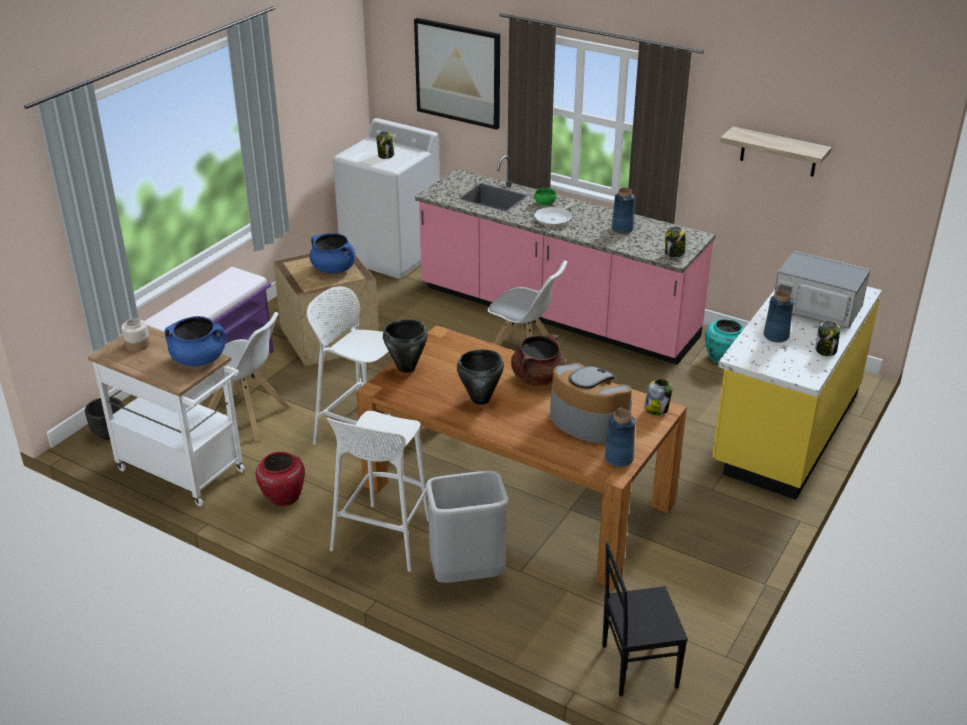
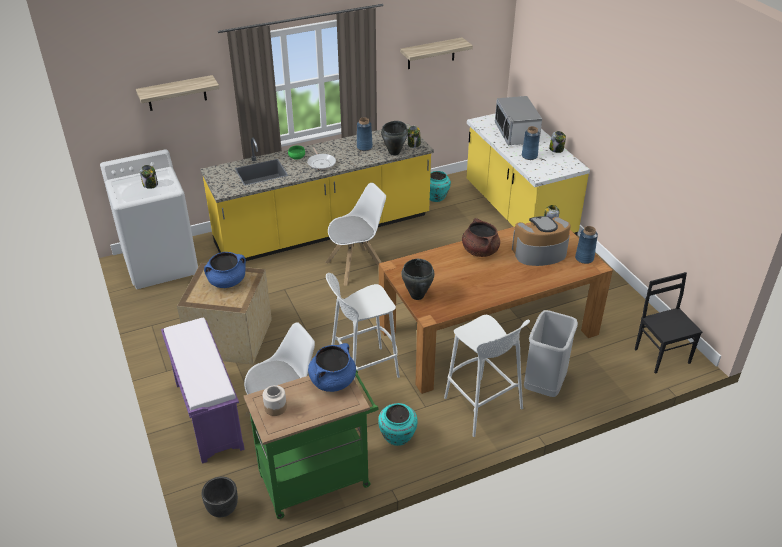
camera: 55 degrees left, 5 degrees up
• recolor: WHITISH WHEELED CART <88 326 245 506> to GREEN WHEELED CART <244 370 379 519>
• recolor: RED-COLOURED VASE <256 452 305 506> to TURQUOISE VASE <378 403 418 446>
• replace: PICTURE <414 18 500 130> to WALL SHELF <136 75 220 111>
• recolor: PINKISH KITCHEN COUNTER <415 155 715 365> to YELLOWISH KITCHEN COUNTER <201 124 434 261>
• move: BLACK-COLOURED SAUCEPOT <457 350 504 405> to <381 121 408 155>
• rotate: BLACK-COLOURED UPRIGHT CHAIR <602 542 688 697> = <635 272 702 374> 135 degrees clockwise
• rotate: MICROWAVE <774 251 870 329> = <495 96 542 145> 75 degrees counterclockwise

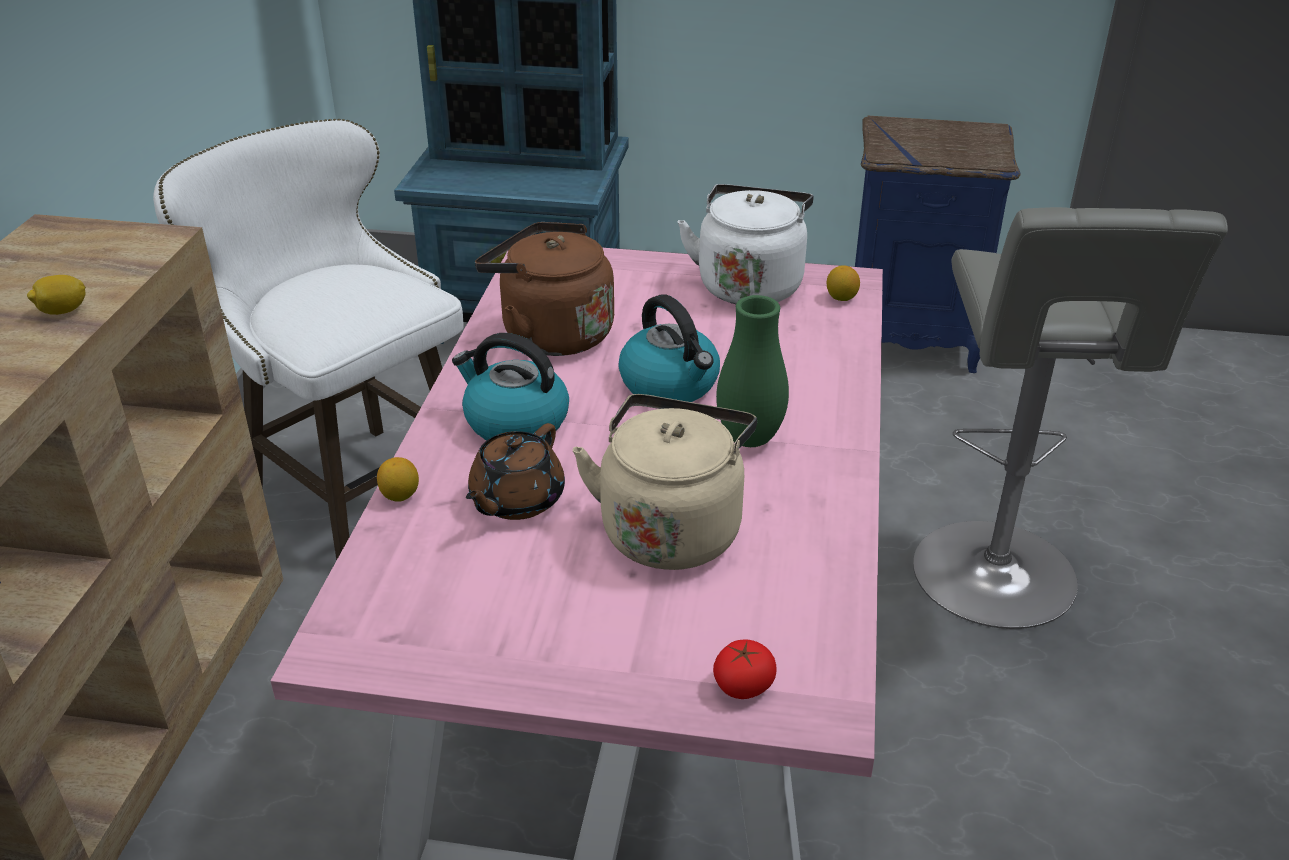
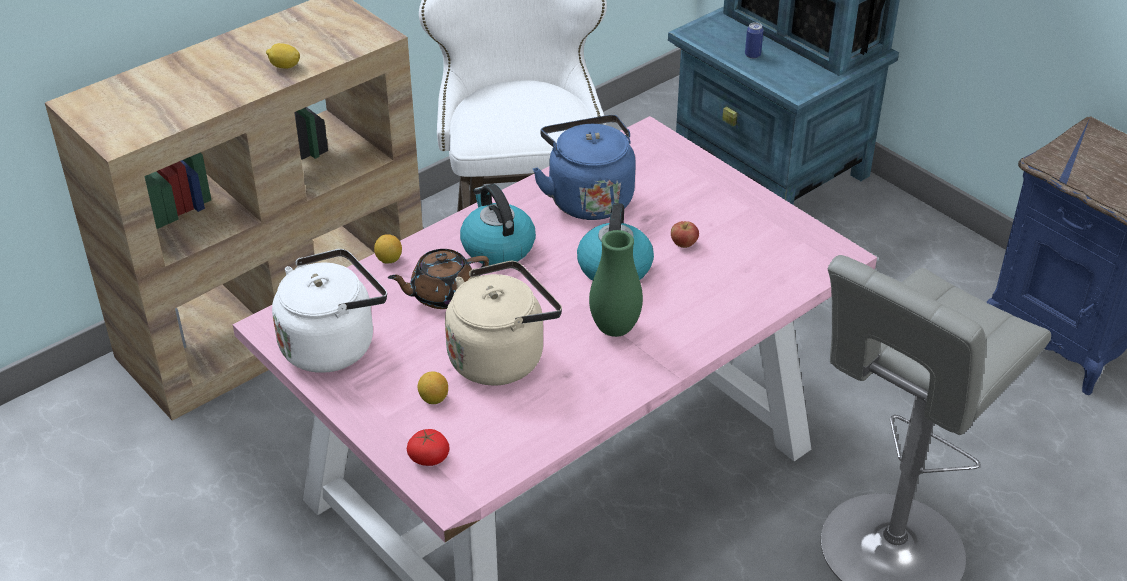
camera: 40 degrees right, 5 degrees up
• recolor: BROWNISH WATER KETTLE <475 222 614 356> to BLUE-COLOURED WATER KETTLE <533 115 636 220>
• move: WHITISH WATER KETTLE <677 184 814 304> to <272 249 387 373>
• move: WHOLE LEMON <827 265 860 301> to <418 372 448 404>
• insert: WHOLE APPLE <671 221 699 248>
• insert: CAN <745 22 763 59>

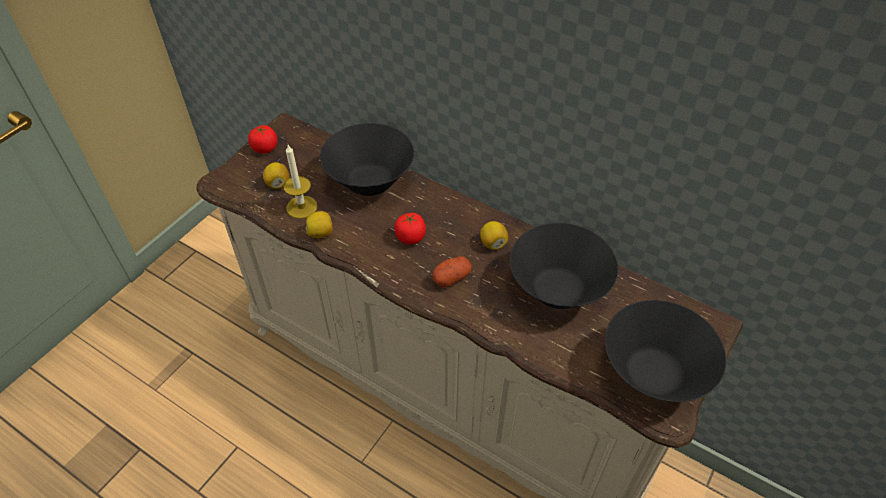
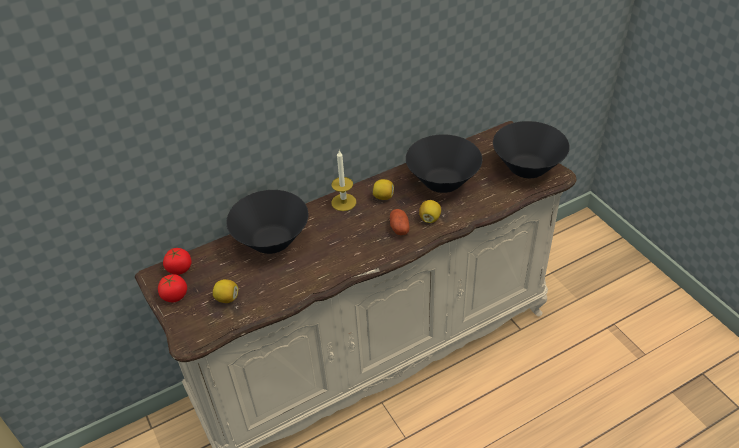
camera: 60 degrees left, 5 degrees down
• move: CANDLE <283 145 317 219> to <331 150 356 211>
• move: WHOLE LEMON <306 211 332 238> to <419 200 441 223>
• move: WHOLE TOMATO <395 213 426 245> to <163 248 192 275>

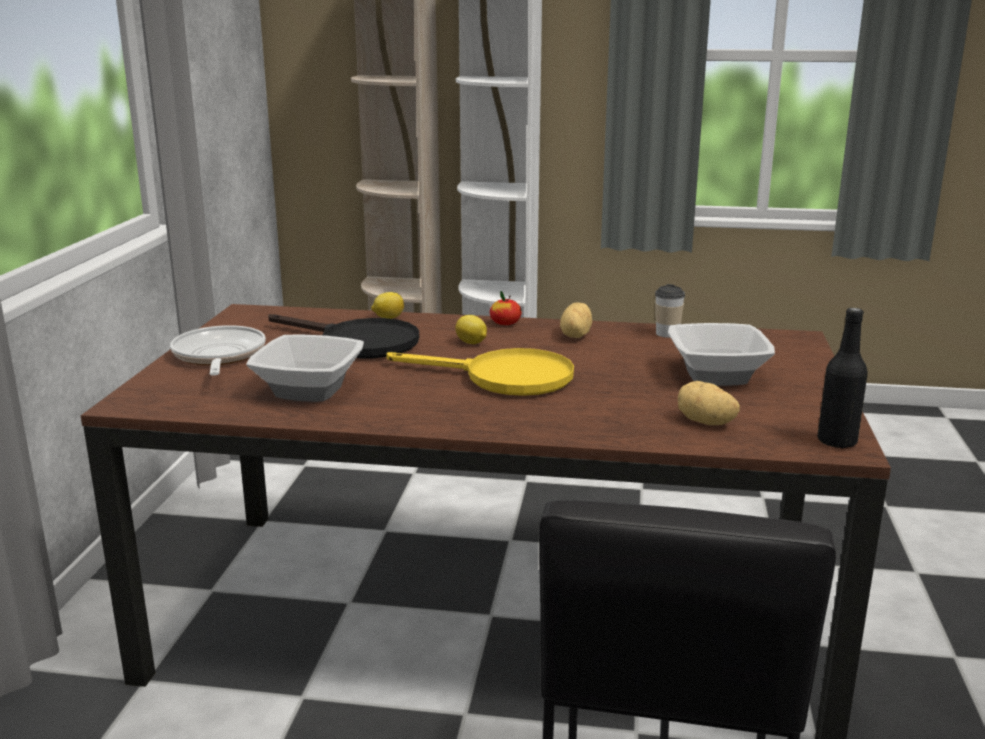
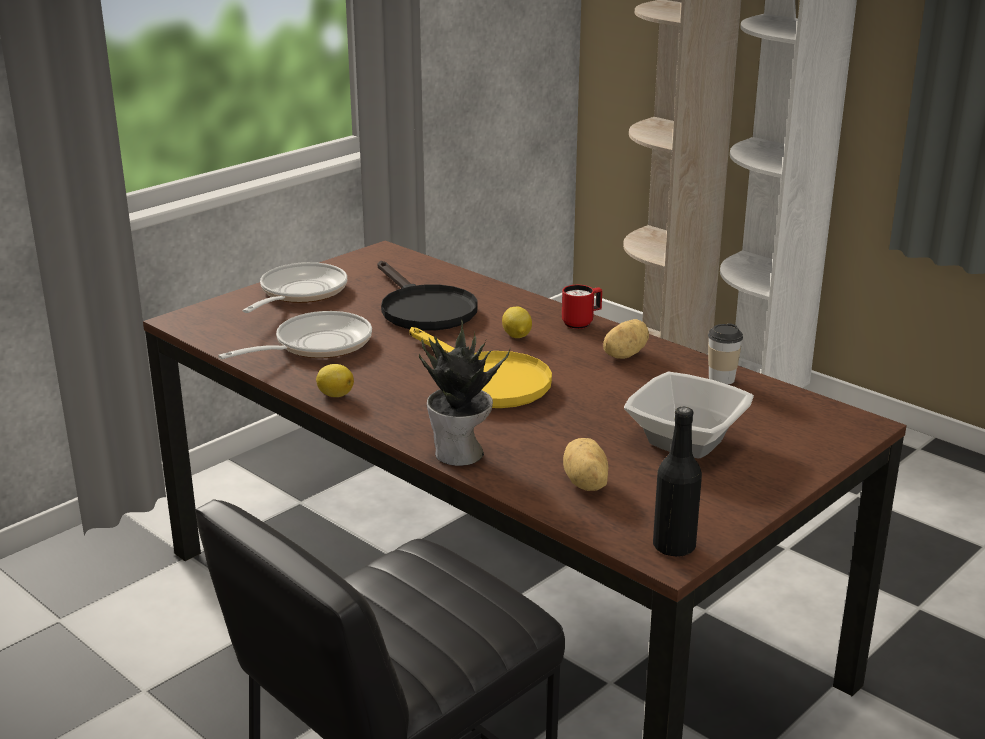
camera: 35 degrees right, 5 degrees up
• replace: SERVING BOWL <246 335 364 402> to FRYING PAN <218 311 372 359>
• move: WHOLE LEMON <371 292 404 319> to <316 364 354 397>
• replace: WHOLE APPLE <490 291 522 325> to RED-COLOURED TEA MUG <562 285 602 329>
• insert: PLANT IN A POT <419 320 510 466>

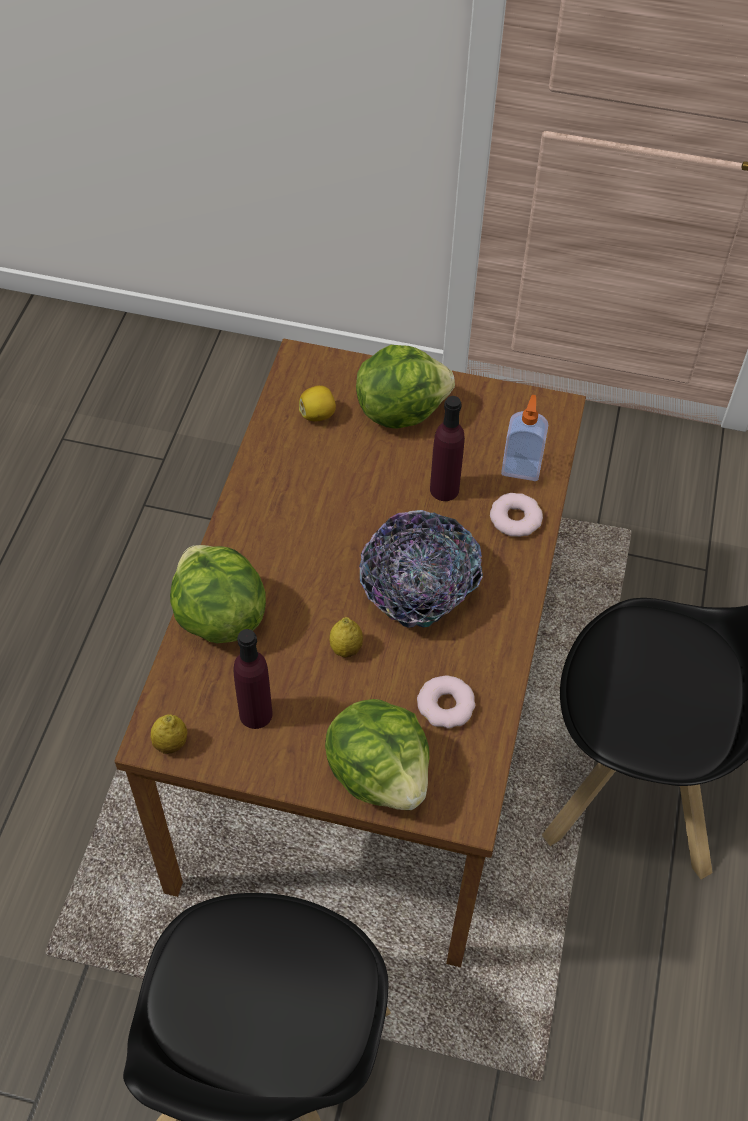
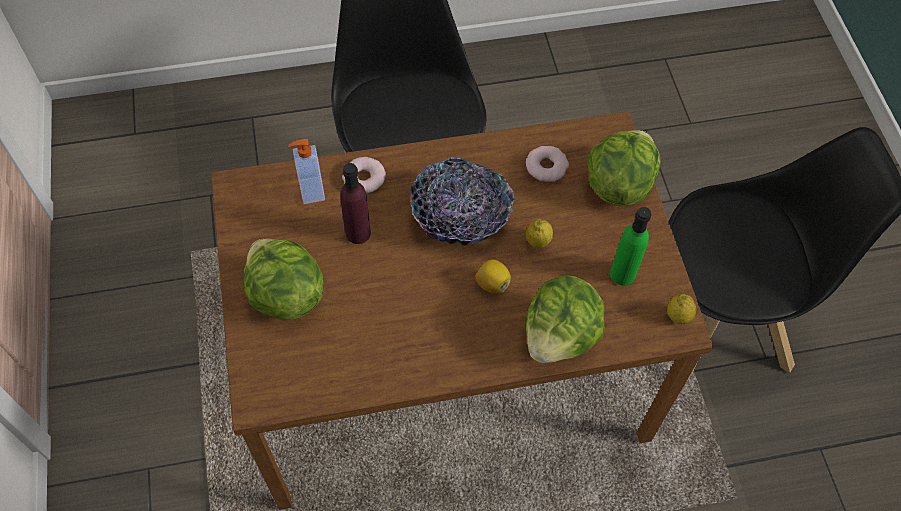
camera: 115 degrees left, 5 degrees up
• recolor: PURPLE BEVERAGE BOTTLE <233 629 273 729> to GREEN BEVERAGE BOTTLE <610 207 651 286>
• move: WHOLE LEMON <299 385 336 421> to <475 259 511 294>

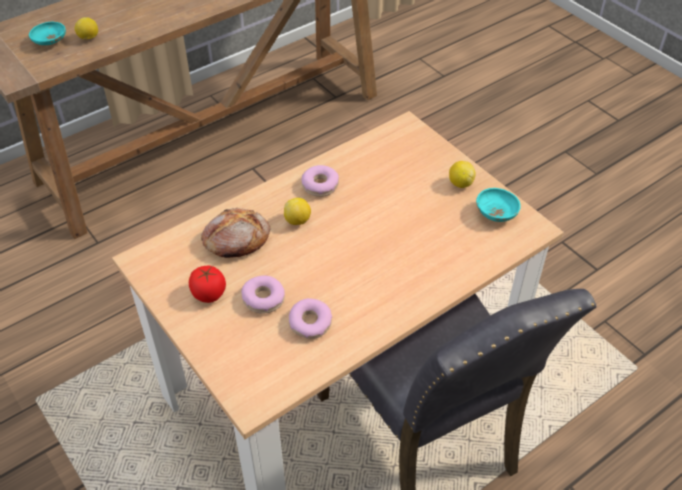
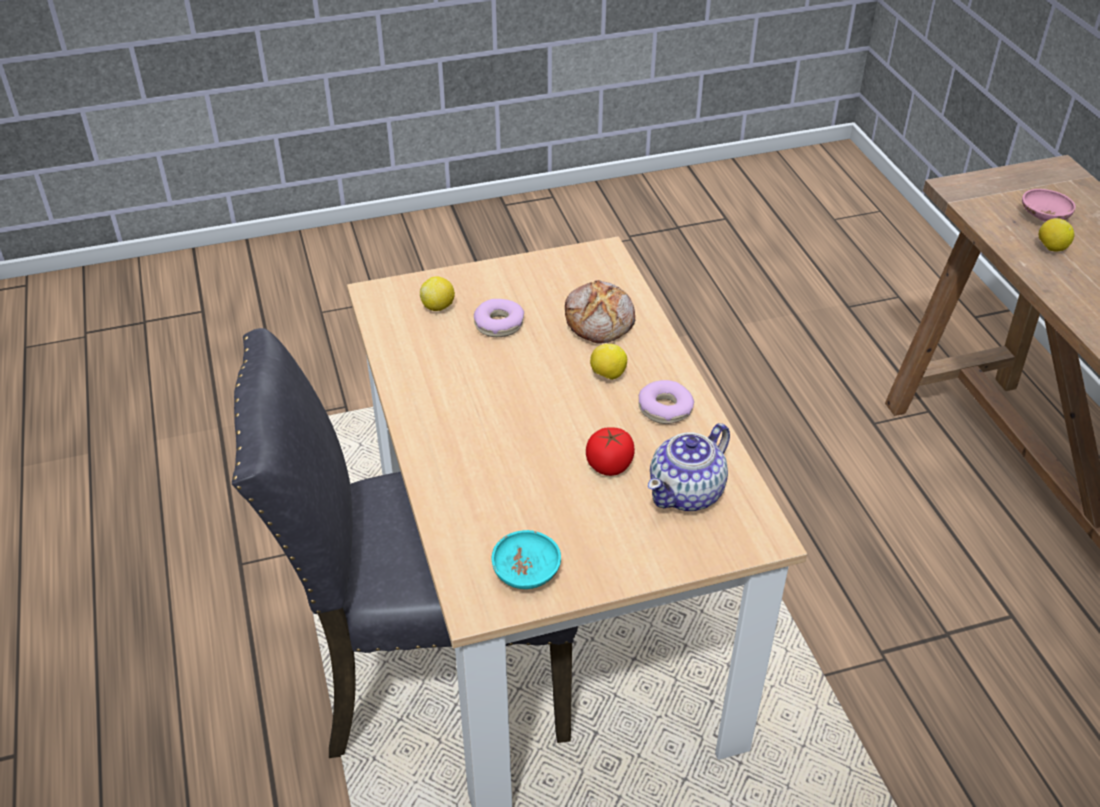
camera: 110 degrees right, 5 degrees down
• recolor: TURQUOISE SERVING BOWL <29 22 66 45> to PINKISH SERVING BOWL <1022 189 1076 222>
• move: WHOLE TOMATO <189 266 226 303> to <586 427 635 476>
• delete: DONUT <289 298 332 339>
• move: WHOLE LEMON <449 161 476 188> to <420 276 455 311>
• insert: TEA POT <648 423 730 511>

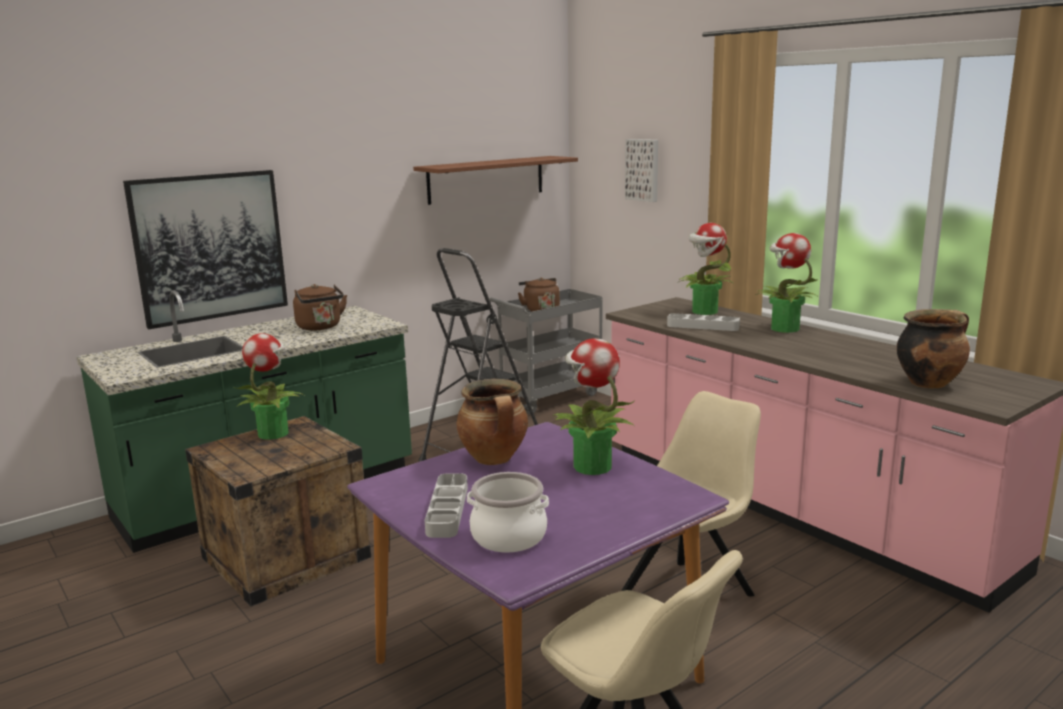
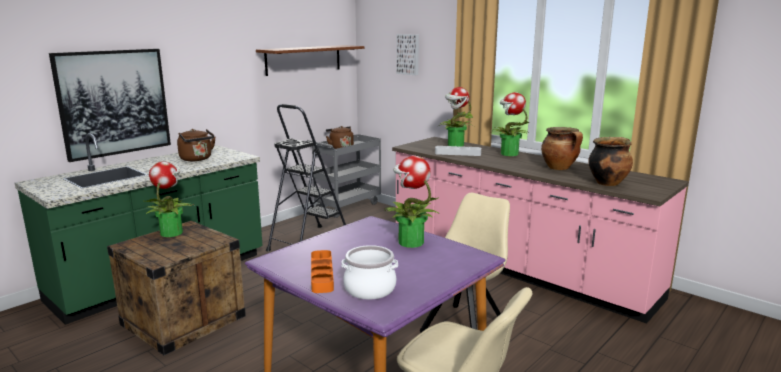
camera: 10 degrees left, 0 degrees up
• recolor: GREY TRAY <425 473 468 538> to ORANGEY TRAY <311 250 334 293>
• move: SAUCEPOT <457 379 528 465> to <541 127 583 170>

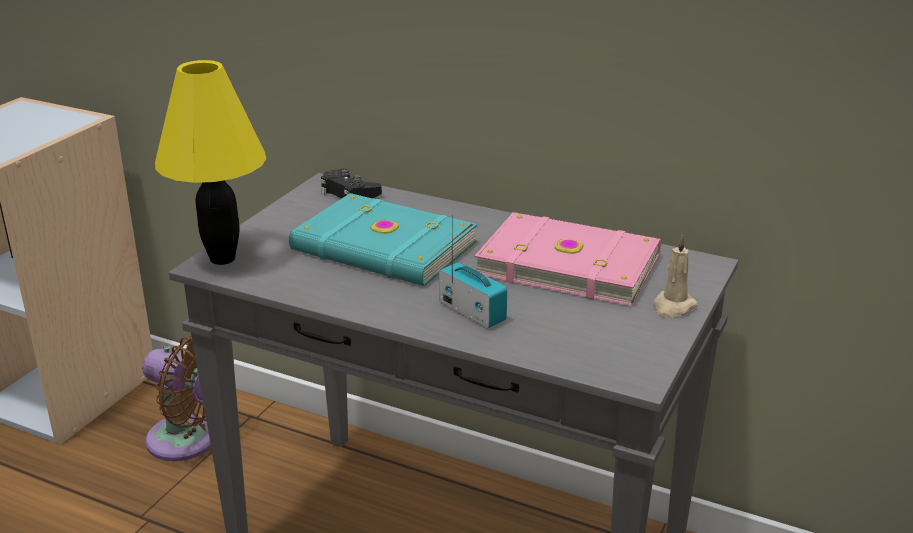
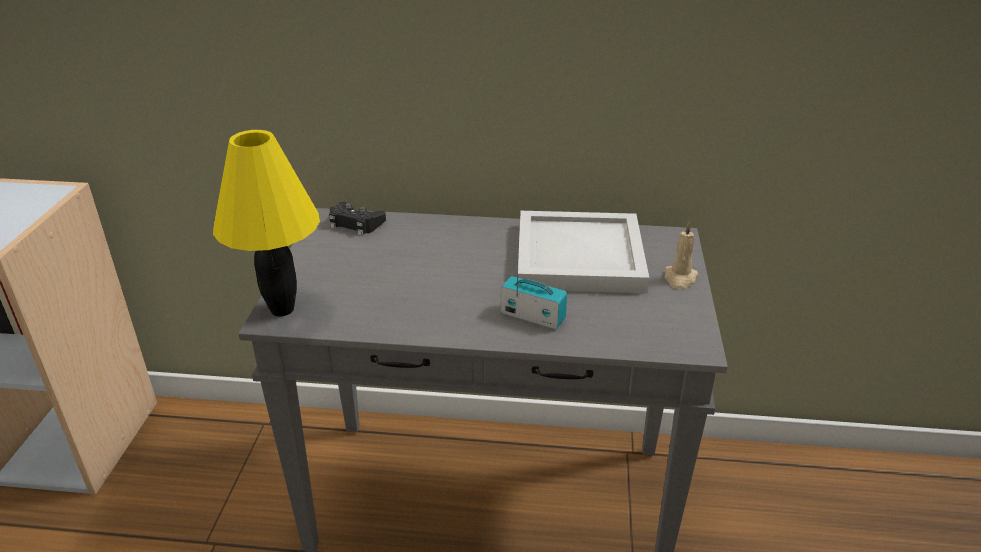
camera: 20 degrees left, 5 degrees up
• delete: BROWNISH FAN <142 335 234 461>
• delete: TURQUOISE BOOK <289 193 477 286>
• replace: PINKISH BOOK <475 212 661 306> to WHITISH TRAY <518 211 649 293>

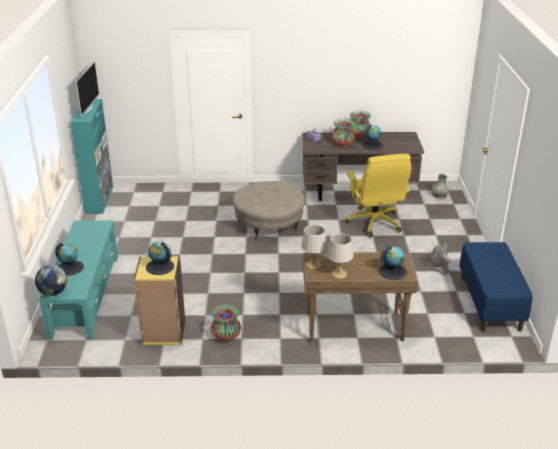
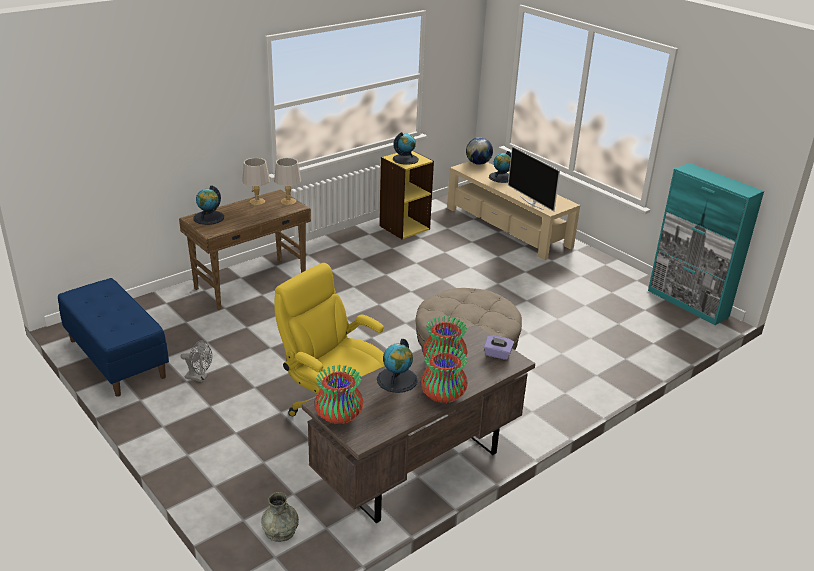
camera: 140 degrees right, 0 degrees up
• recolor: TURQUOISE MEDIA CONSOLE <39 220 118 340> to BEIGE MEDIA CONSOLE <447 161 580 260>
• move: TELEVISION <76 61 99 116> to <508 146 560 212>
• move: VASE <211 305 241 341> to <315 365 363 425>

